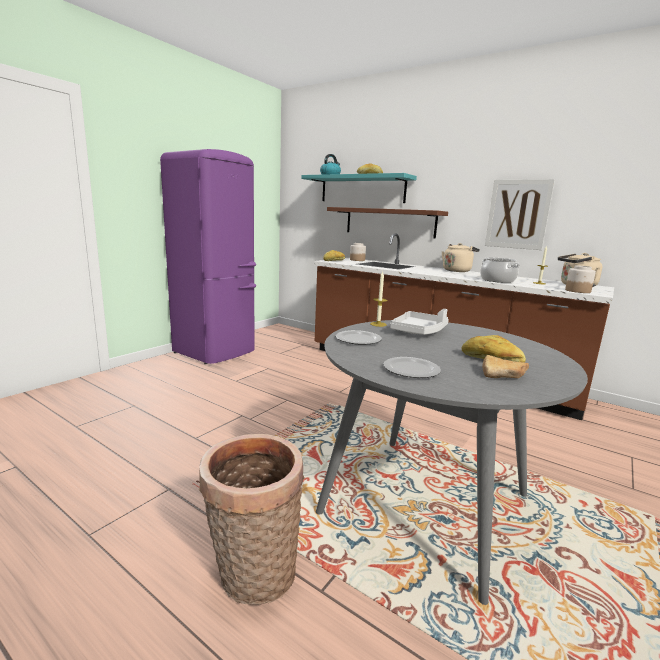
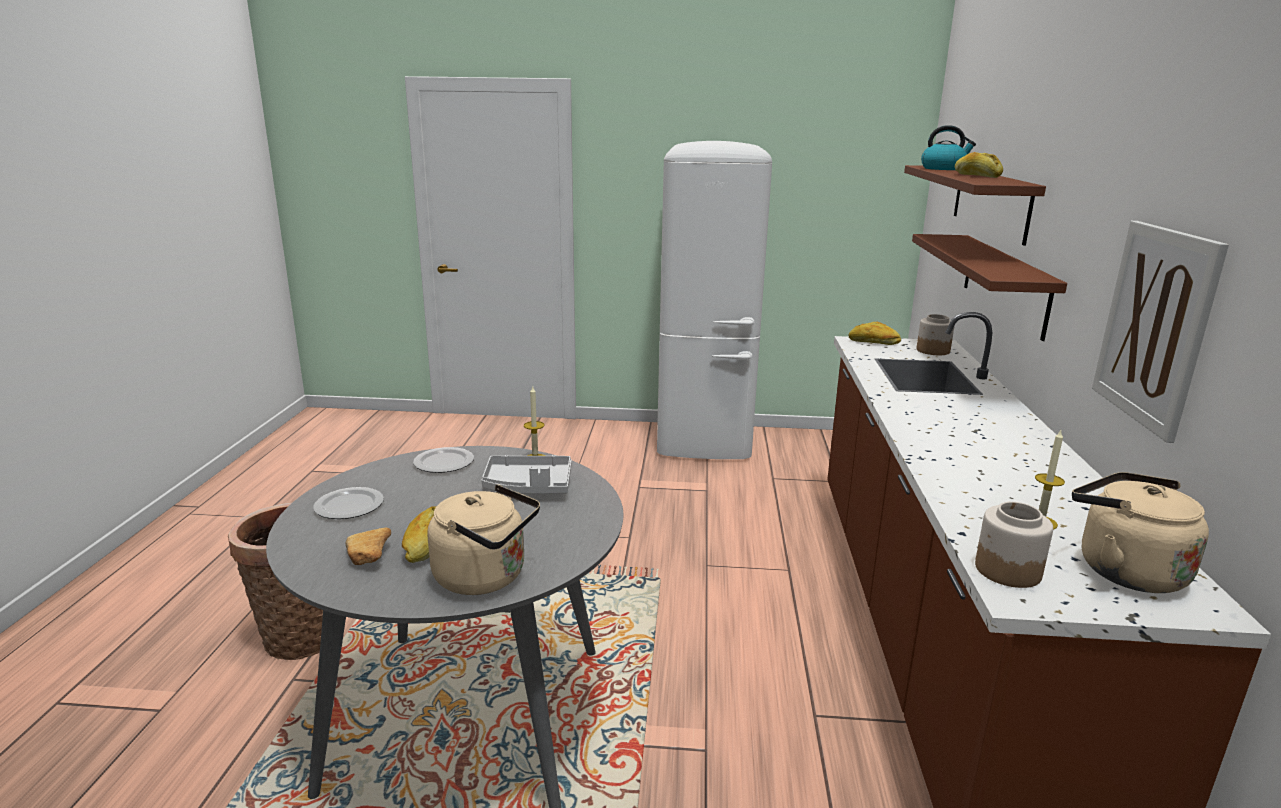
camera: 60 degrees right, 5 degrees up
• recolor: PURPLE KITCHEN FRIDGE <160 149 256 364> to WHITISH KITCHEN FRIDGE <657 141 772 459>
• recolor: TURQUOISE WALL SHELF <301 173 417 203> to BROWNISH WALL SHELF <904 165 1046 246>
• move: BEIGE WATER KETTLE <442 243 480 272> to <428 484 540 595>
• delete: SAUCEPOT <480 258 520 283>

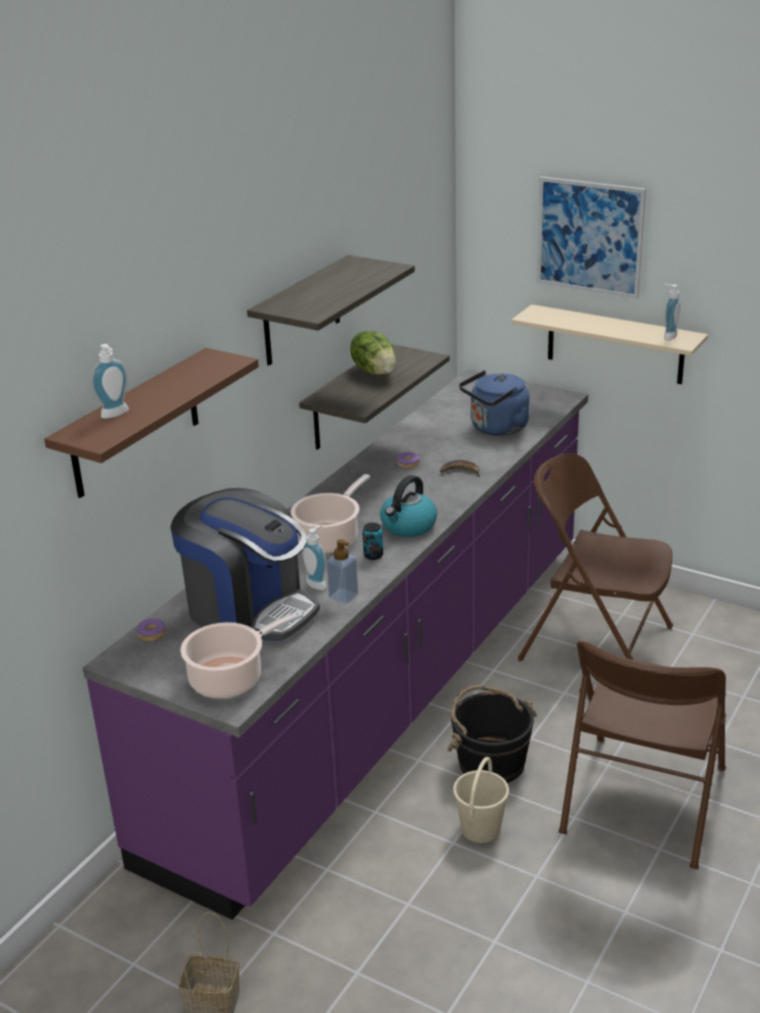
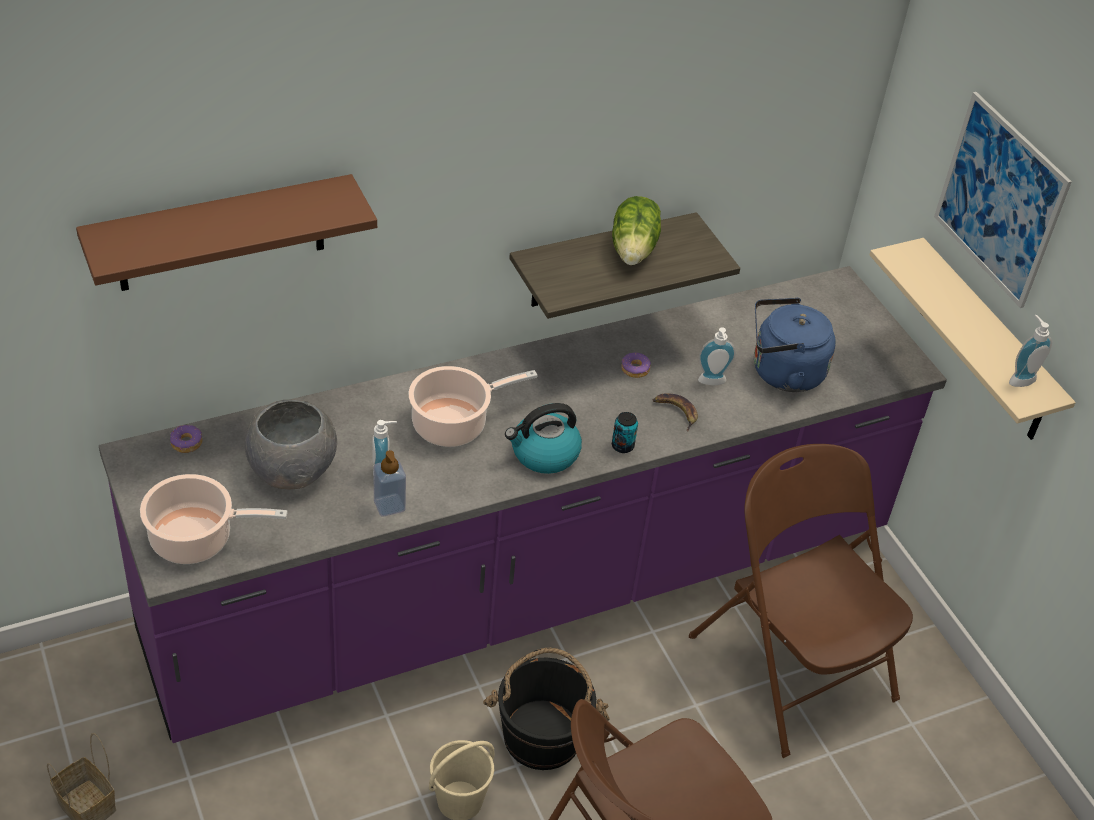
camera: 30 degrees right, 15 degrees up
• move: SOAP DISPENSER <91 344 129 419> to <698 328 736 386>
• replace: COFFEE MAKER <170 488 320 641> to GREY SERVING BOWL <245 400 337 489>
• delete: WALL SHELF <247 255 415 365>
• move: CAN <362 523 383 560> to <612 412 638 453>

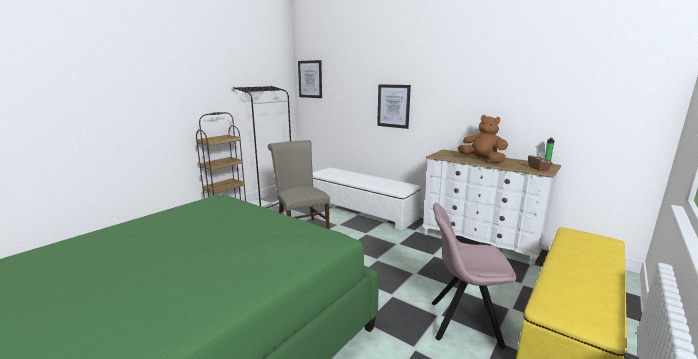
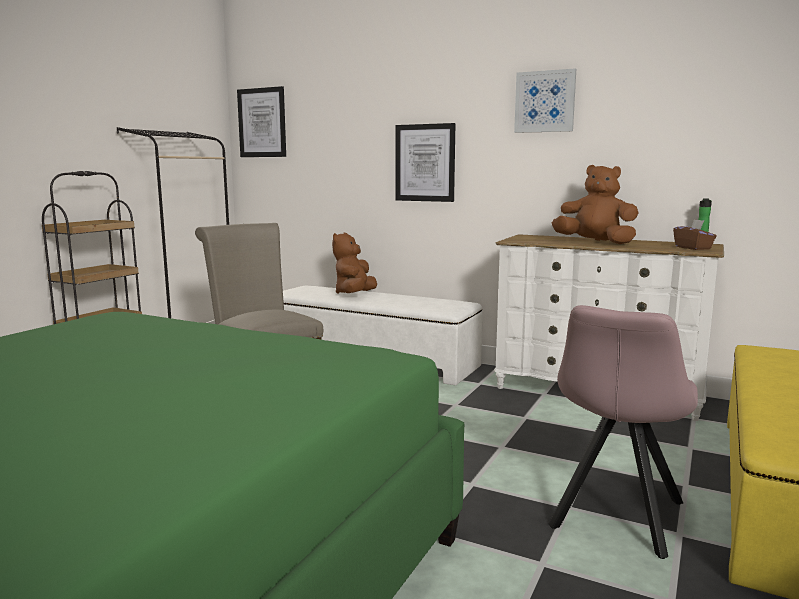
camera: 10 degrees left, 5 degrees down
• rotate: PINKISH UPRIGHT CHAIR <431 203 516 349> = <549 305 698 559> 60 degrees counterclockwise
• insert: BROWNISH SOFT TOY <332 233 377 294>
• insert: PICTURE <514 68 576 133>

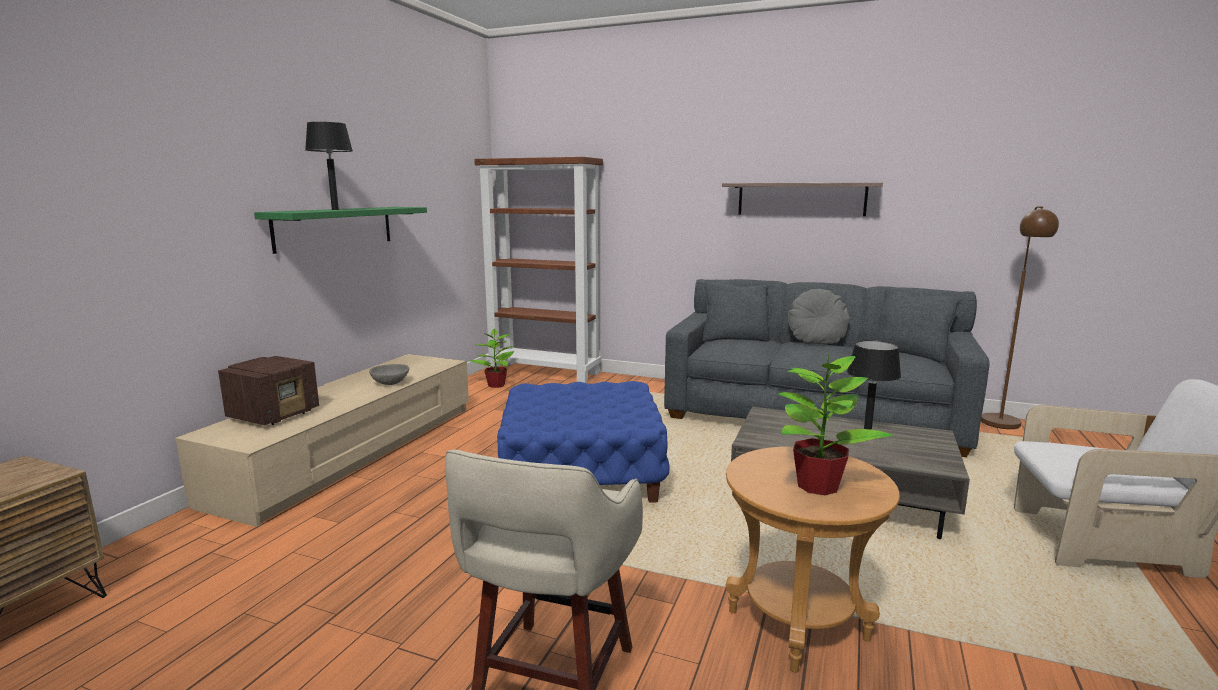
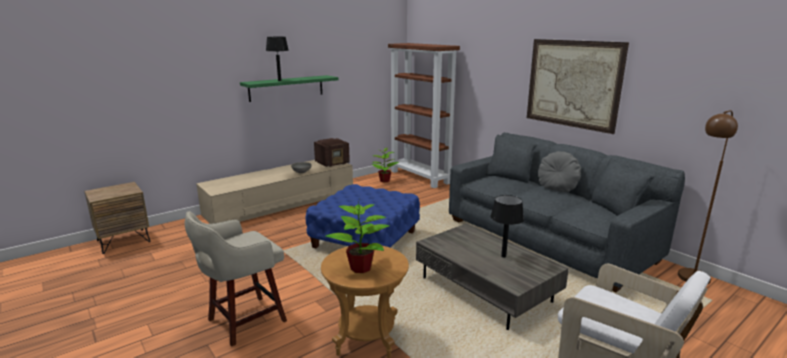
camera: 30 degrees right, 5 degrees up
• move: RADIO SET <218 356 319 426> to <314 138 350 167>
• replace: WALL SHELF <722 183 883 216> to PICTURE <527 39 629 134>

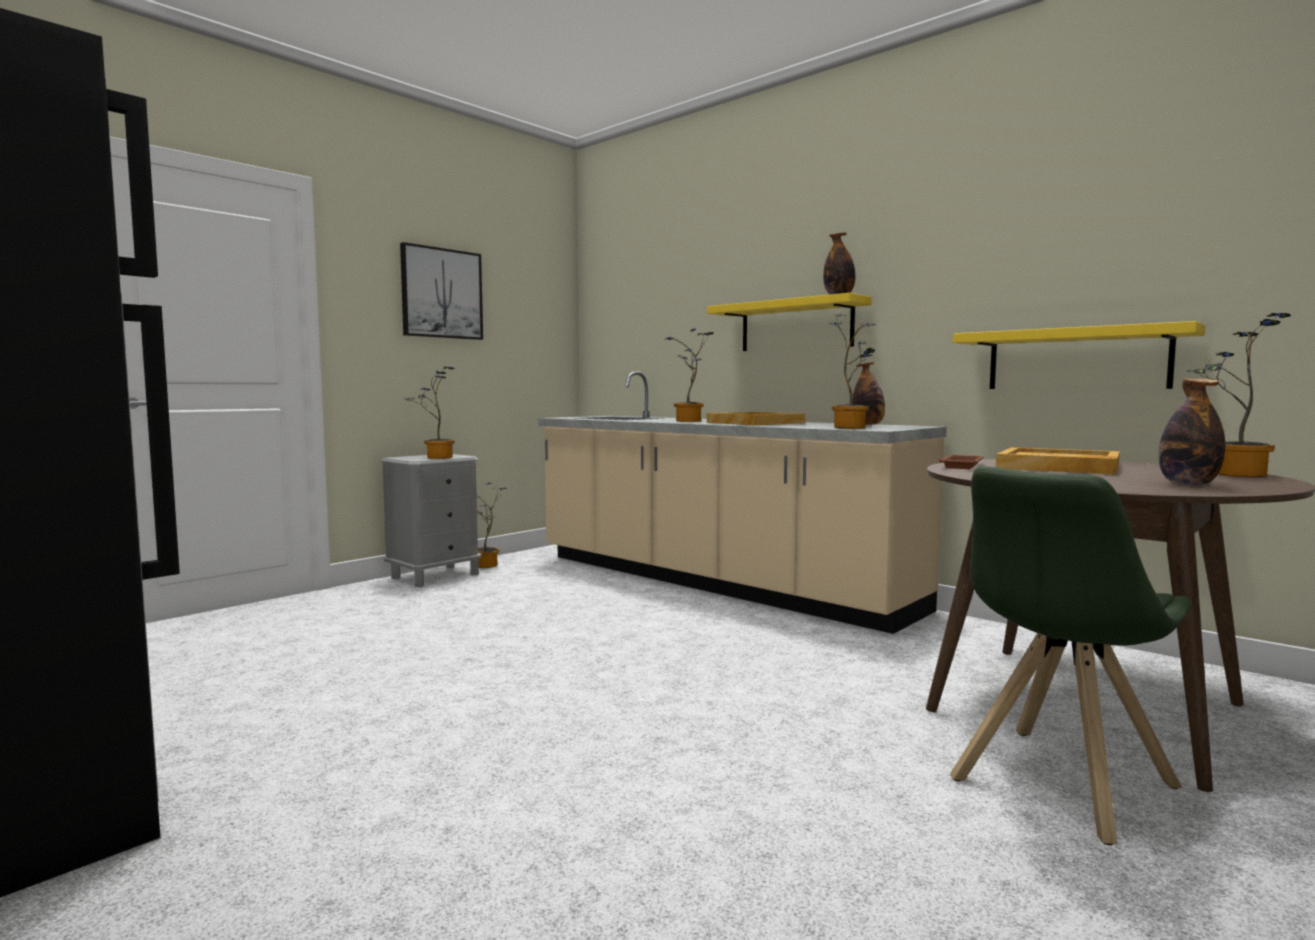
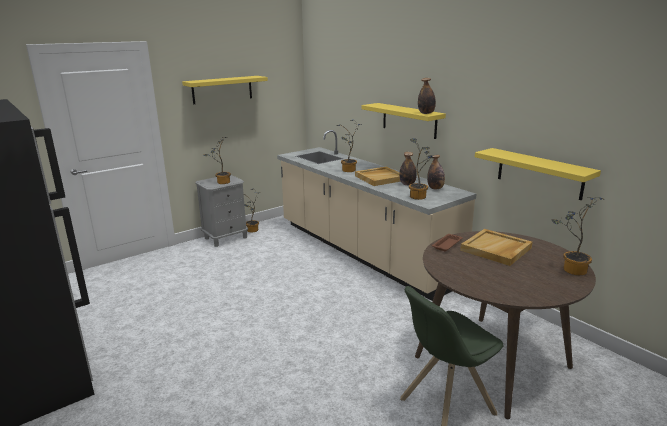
camera: 10 degrees right, 15 degrees up
• replace: PICTURE <400 242 483 340> to YELLOWISH WALL SHELF <182 76 268 104>
• move: BEVERAGE BOTTLE <1159 378 1225 485> to <399 152 417 185>

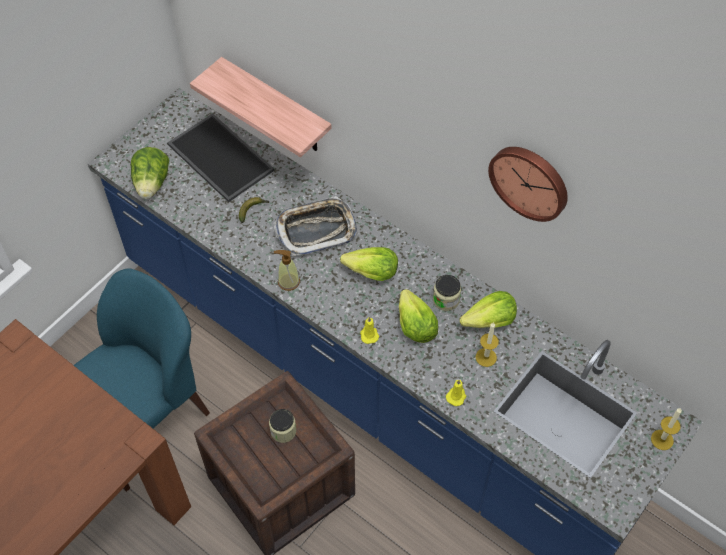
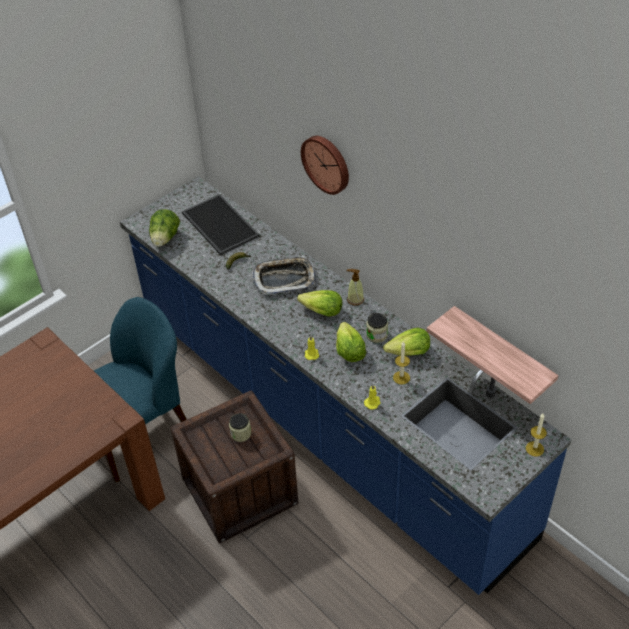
camera: 10 degrees right, 10 degrees down
• move: WALL SHELF <190 57 331 157> to <427 306 558 404>
• move: SOAP DISPENSER <274 250 300 291> to <346 269 364 306>
• move: HANGING CLOCK <488 147 568 222> to <301 136 349 195>

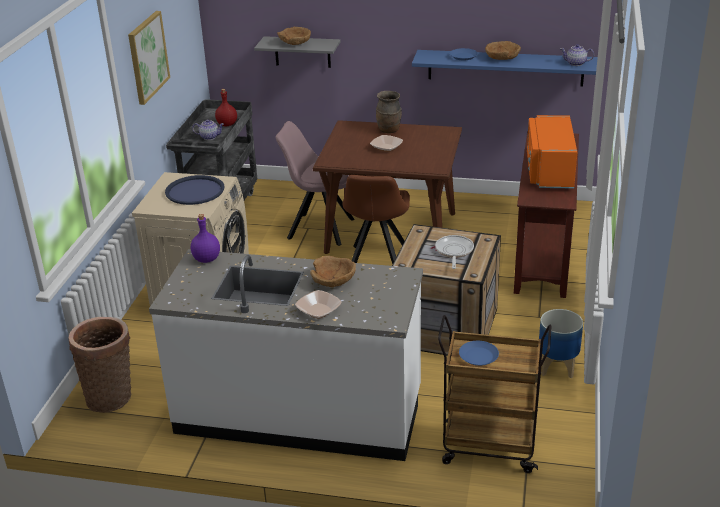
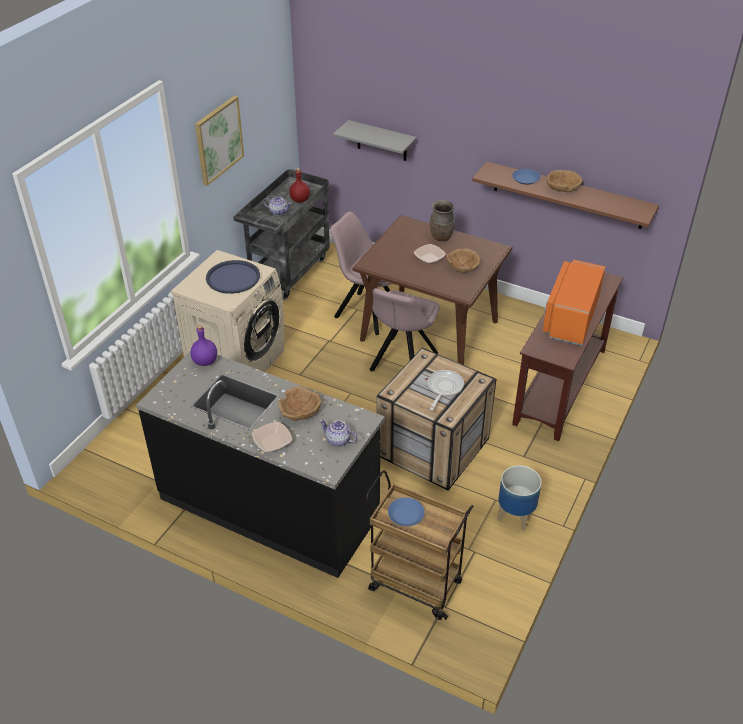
camera: 15 degrees right, 10 degrees up
• delete: BASKET <68 317 131 413>
• recolor: WHITISH KITCHEN COUNTER <149 249 423 461> to BLACK-COLOURED KITCHEN COUNTER <136 351 385 578>
• move: BROWNISH SERVING BOWL <277 27 311 45> to <446 248 480 273>
• recolor: BROWNISH UPRIGHT CHAIR <342 175 410 264> to PINKISH UPRIGHT CHAIR <370 288 439 371>
• recolor: BLUE-COLOURED WALL SHELF <412 50 598 86> to BROWNISH WALL SHELF <472 162 659 229>
• move: TEA POT <560 44 594 66> to <319 420 358 447>

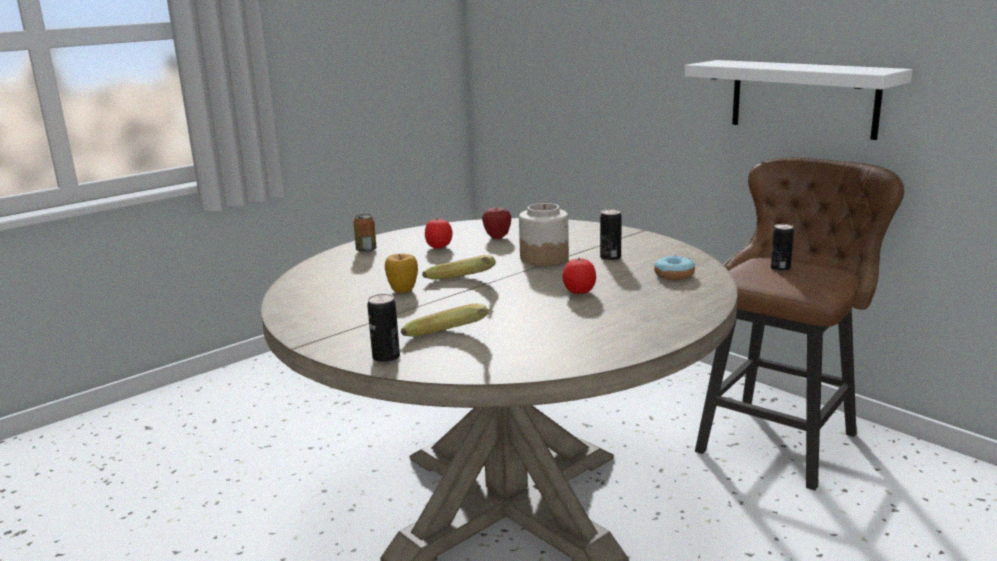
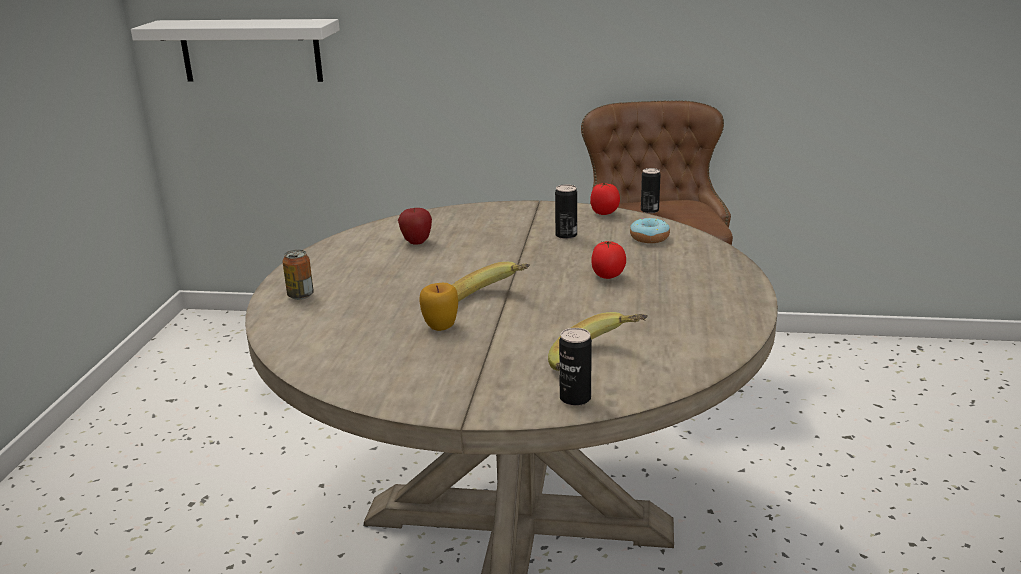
camera: 40 degrees left, 5 degrees up
• move: WHOLE TOMATO <425 218 453 249> to <590 183 620 215>
• delete: PRESERVE JAR <519 203 569 266>
• move: WHITISH WALL SHELF <685 60 912 140> to <131 19 340 82>

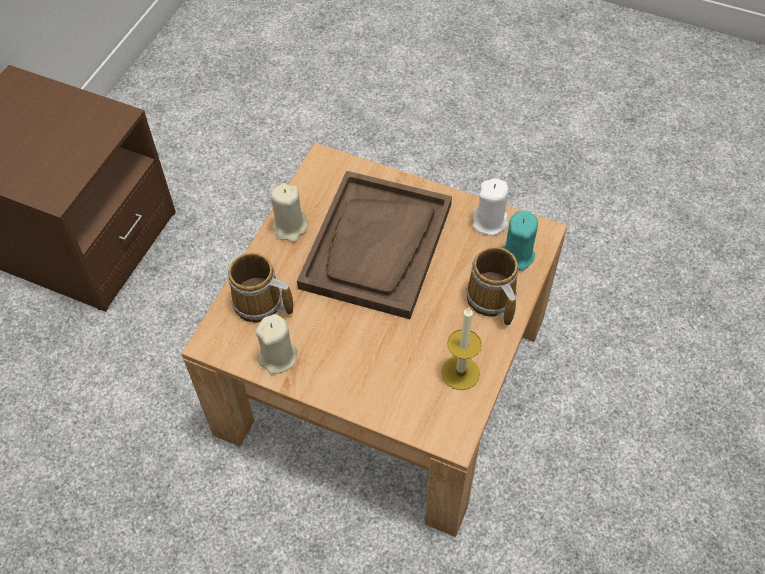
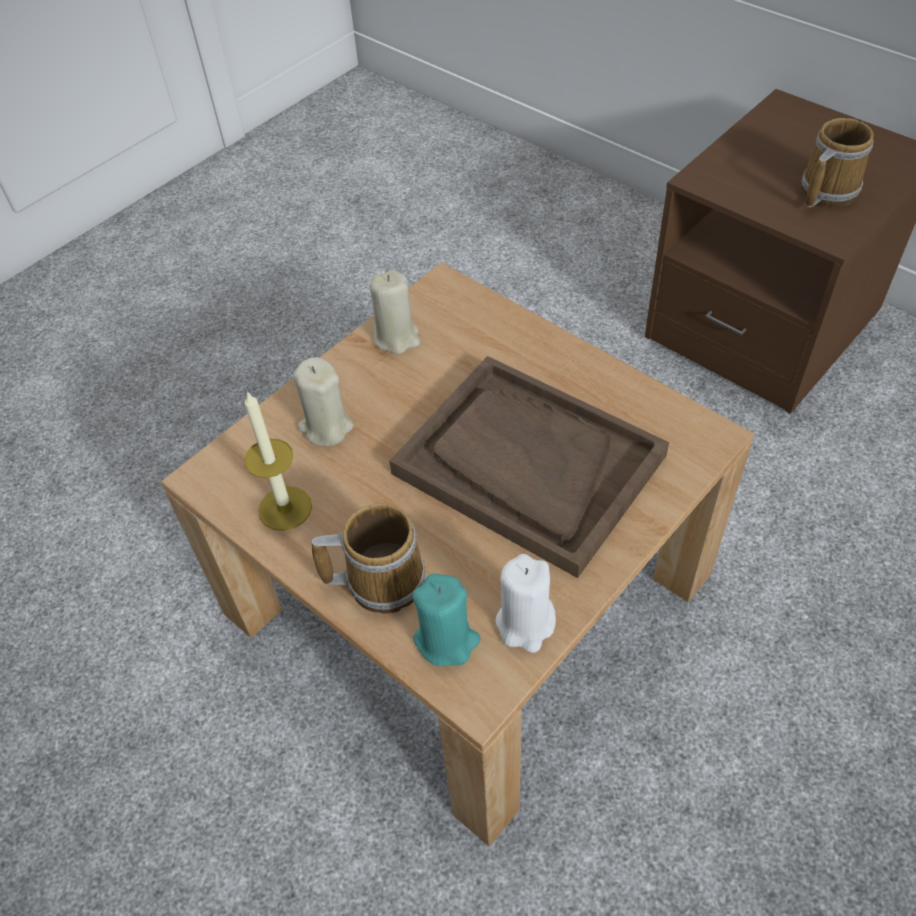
camera: 110 degrees right, 5 degrees down
• move: TEA MUG <228 253 293 323> to <801 118 874 207>
• move: BEIGE CANDLE <271 183 308 242> to <293 357 354 446>

